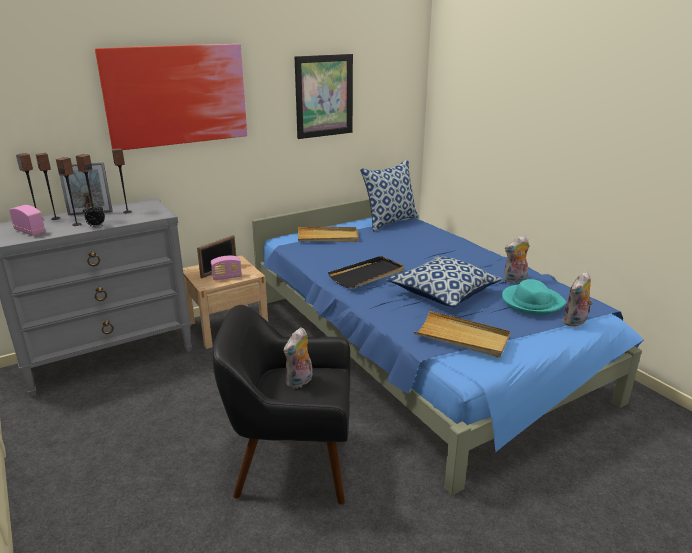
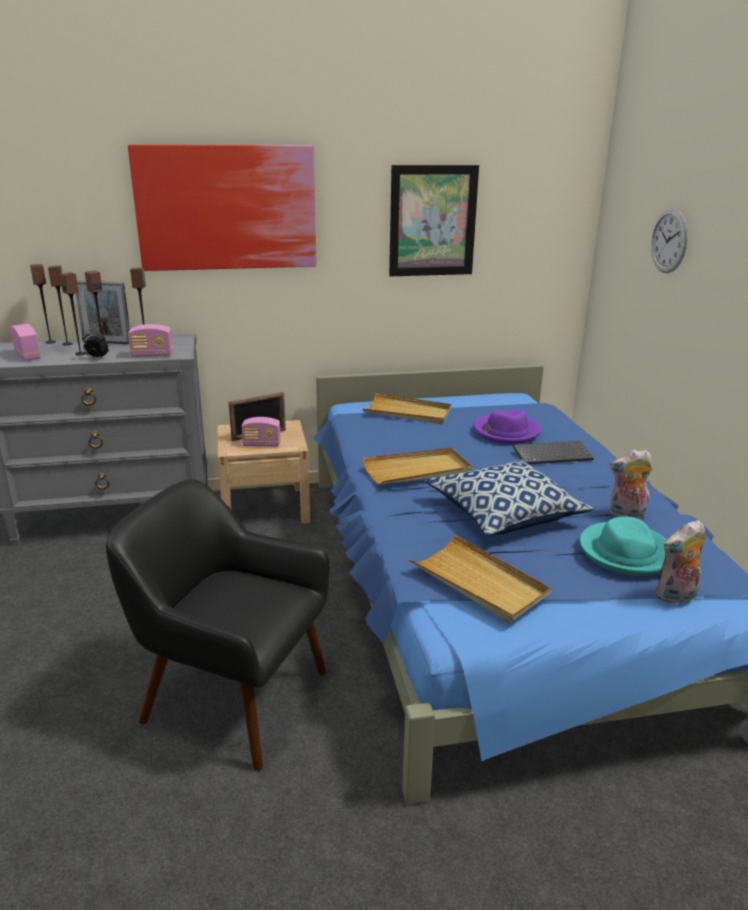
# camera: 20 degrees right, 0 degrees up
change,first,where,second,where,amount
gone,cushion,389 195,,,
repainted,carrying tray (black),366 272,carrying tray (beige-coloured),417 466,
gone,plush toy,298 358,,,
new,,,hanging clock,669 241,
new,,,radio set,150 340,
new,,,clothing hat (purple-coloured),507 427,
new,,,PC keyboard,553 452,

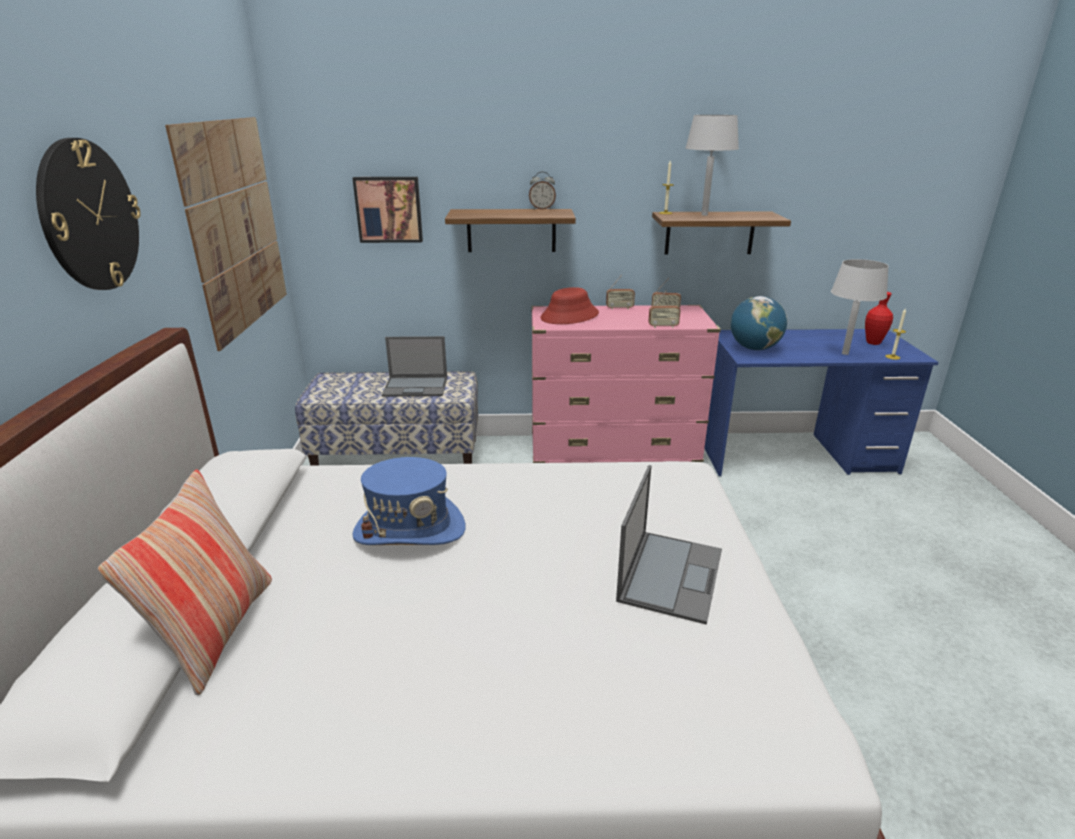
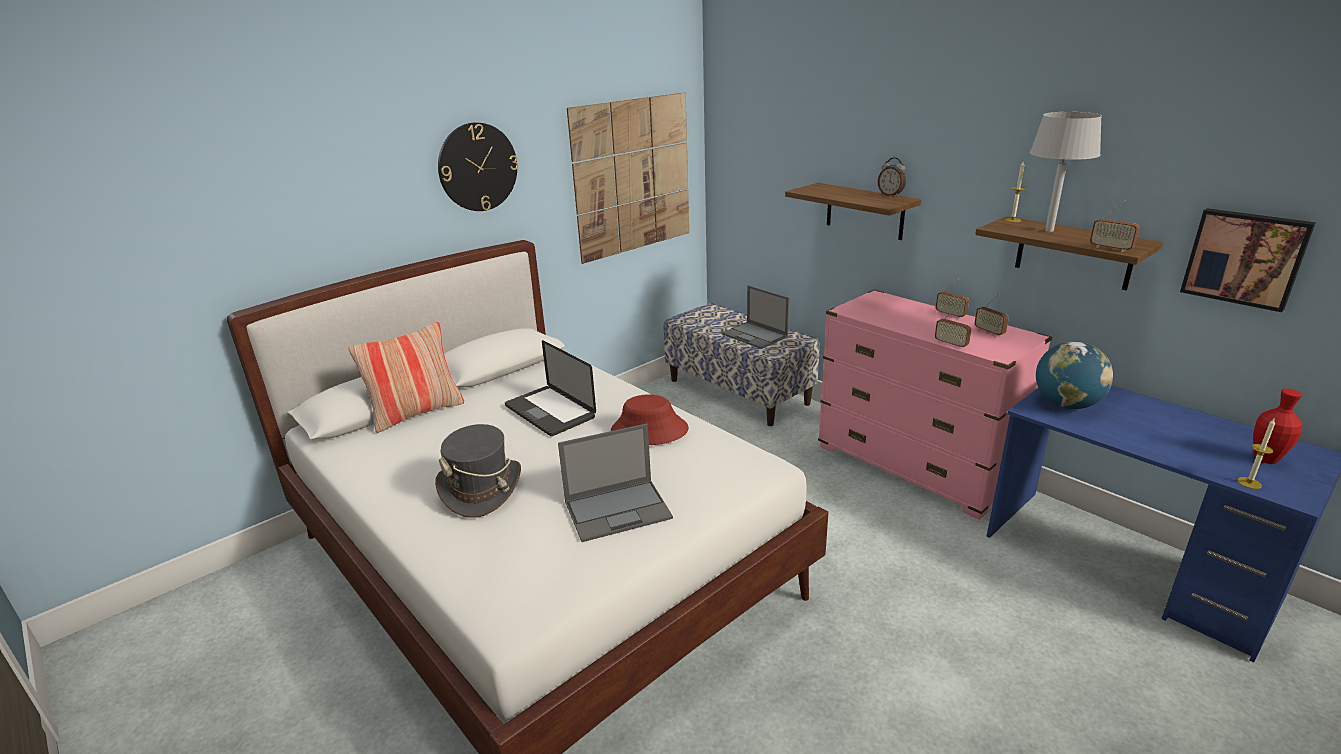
# camera: 50 degrees right, 0 degrees up
change,first,where,second,where,amount
shifted,wall art,388 210,,1248 260,
gone,table lamp (gray),860 307,,,
shifted,clothing hat (reddish),569 305,,650 419,
swapped,clothing hat (bluish),409 501,portable computer,550 388,
new,,,radio set,1114 226,
new,,,clothing hat (gray),478 471,

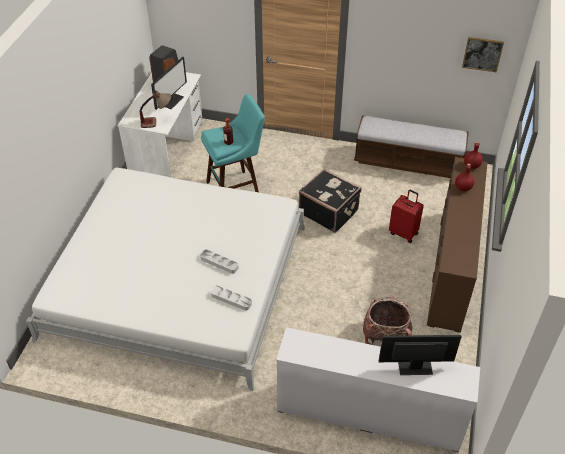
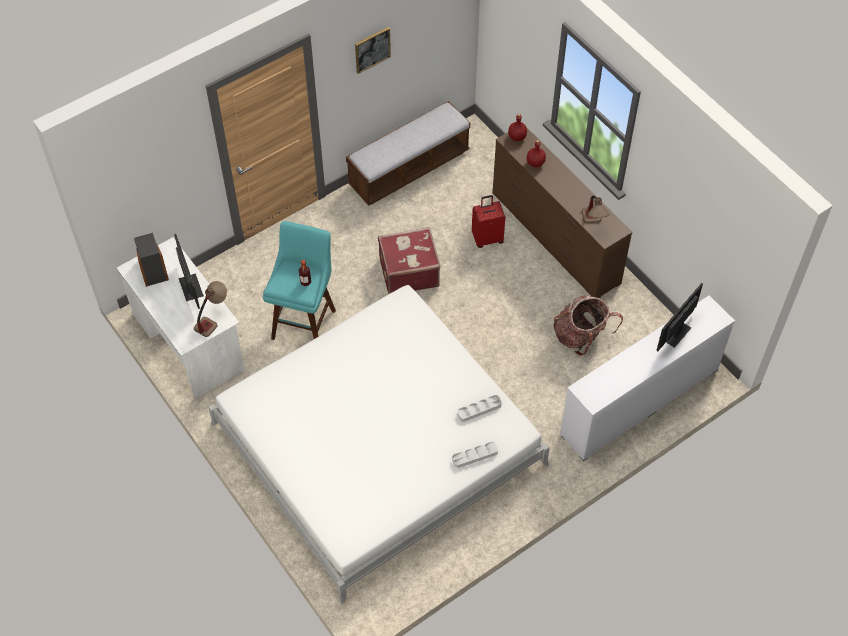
# camera: 50 degrees left, 10 degrees up
change,first,where,second,where,amount
shifted,wall art,483 54,,373 50,
repainted,suitcase (black),330 200,suitcase (reddish),409 260,
shifted,carrying tray (gray),219 261,,475 455,
new,,,table lamp,595 209,

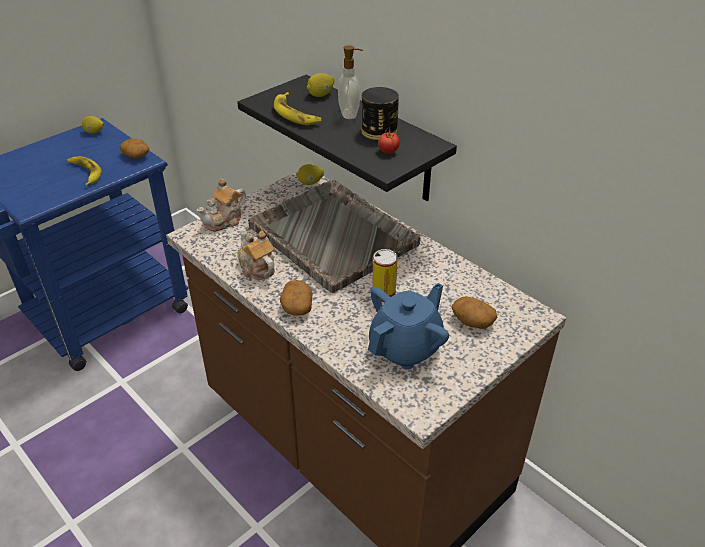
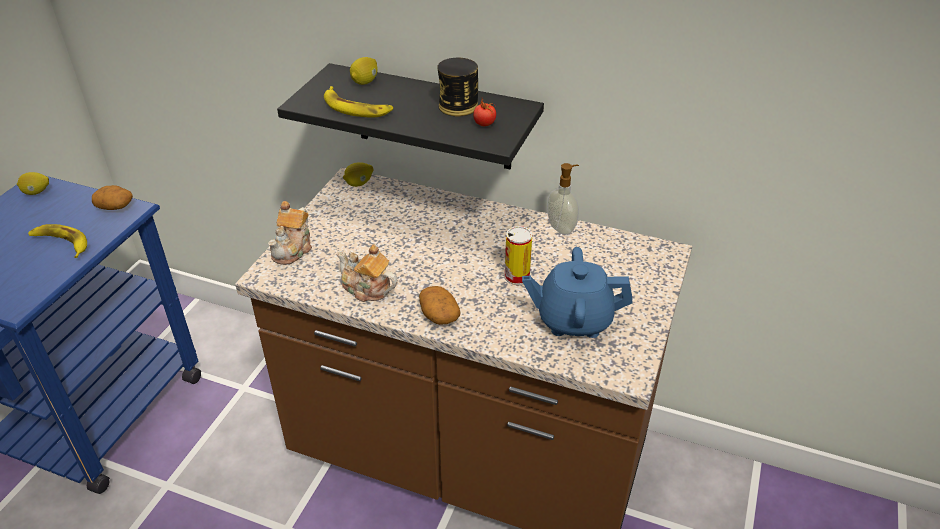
# camera: 25 degrees left, 0 degrees up
change,first,where,second,where,amount
shifted,soap dispenser,350 82,,563 199,
gone,carrying tray (gray),334 236,,,
rotated,teapot (bluish),408 326,,577 292,105 degrees counterclockwise
gone,potato,475 312,,,

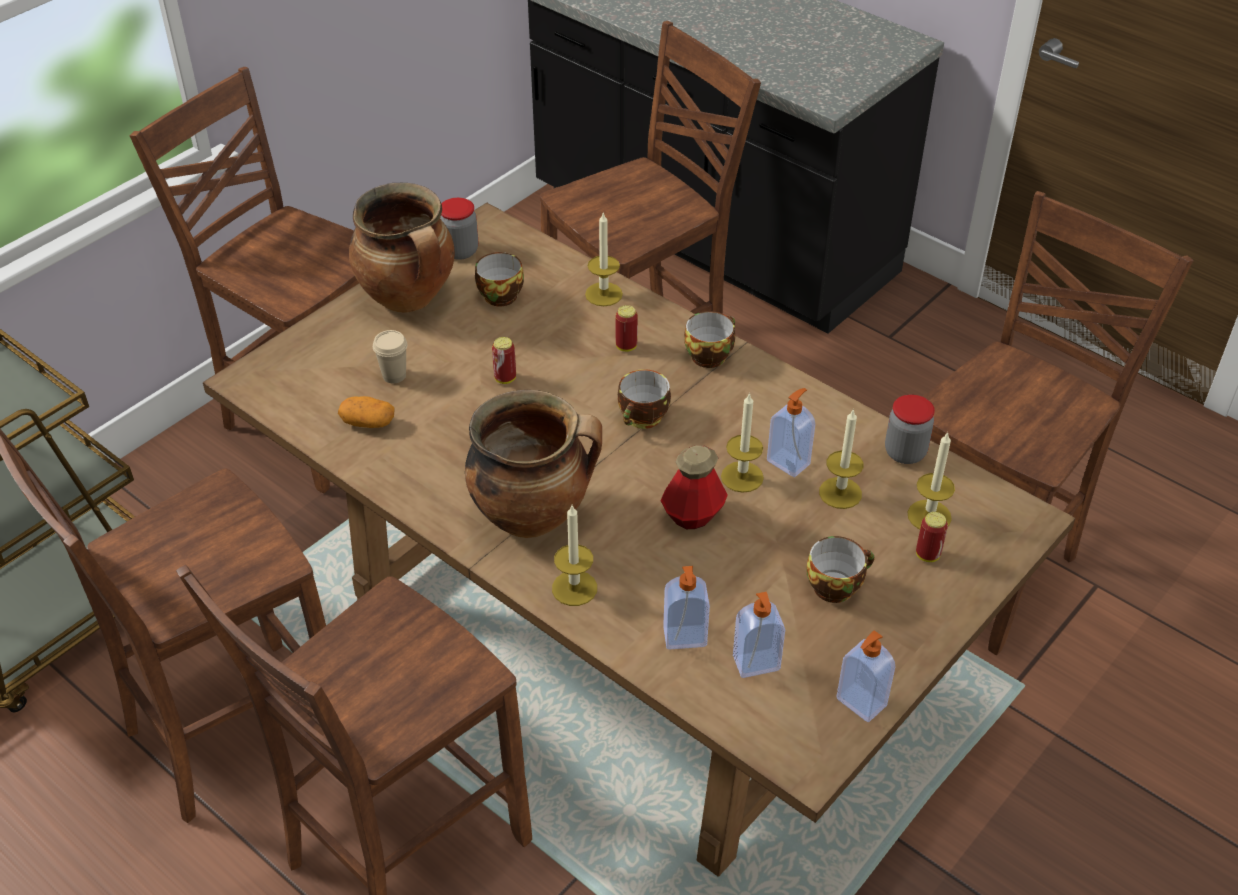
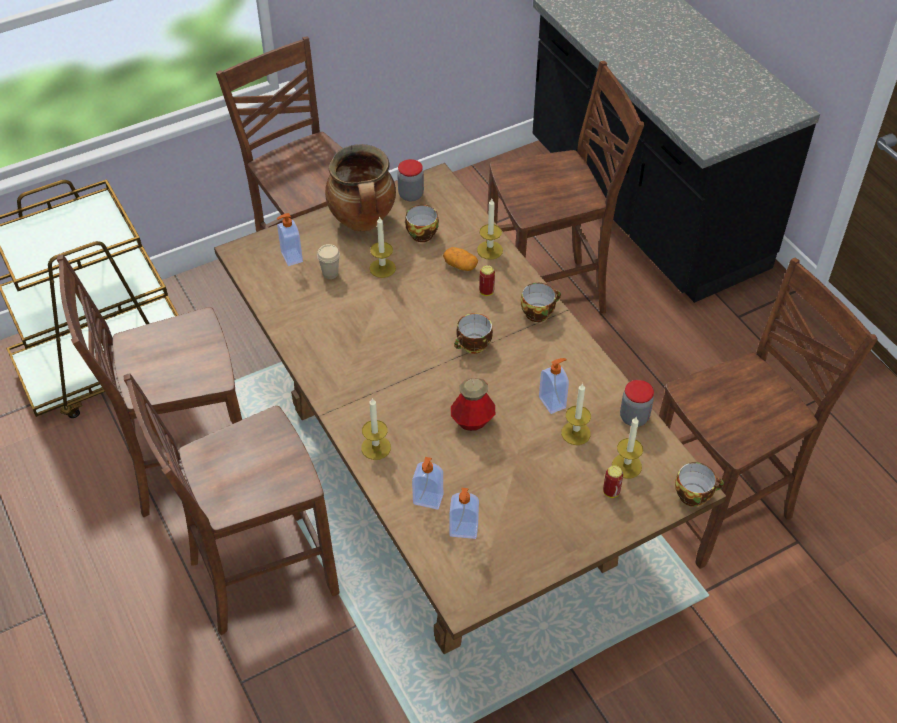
# camera: 20 degrees right, 5 degrees up
change,first,where,second,where,amount
gone,metal can,504 360,,,
gone,saucepot,533 464,,,
shifted,wax light,742 443,,383 247,
shifted,potato,366 412,,460 259,
shifted,drinking cup,840 569,,699 484,
shifted,soap dispenser,865 676,,290 239,

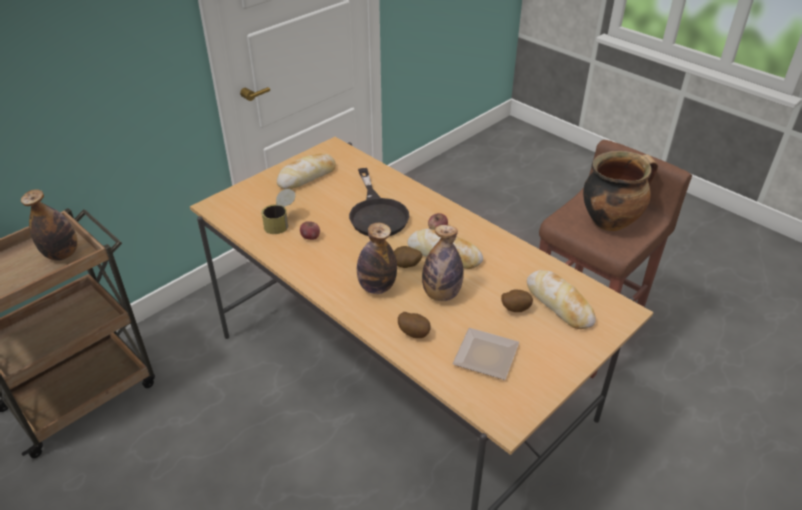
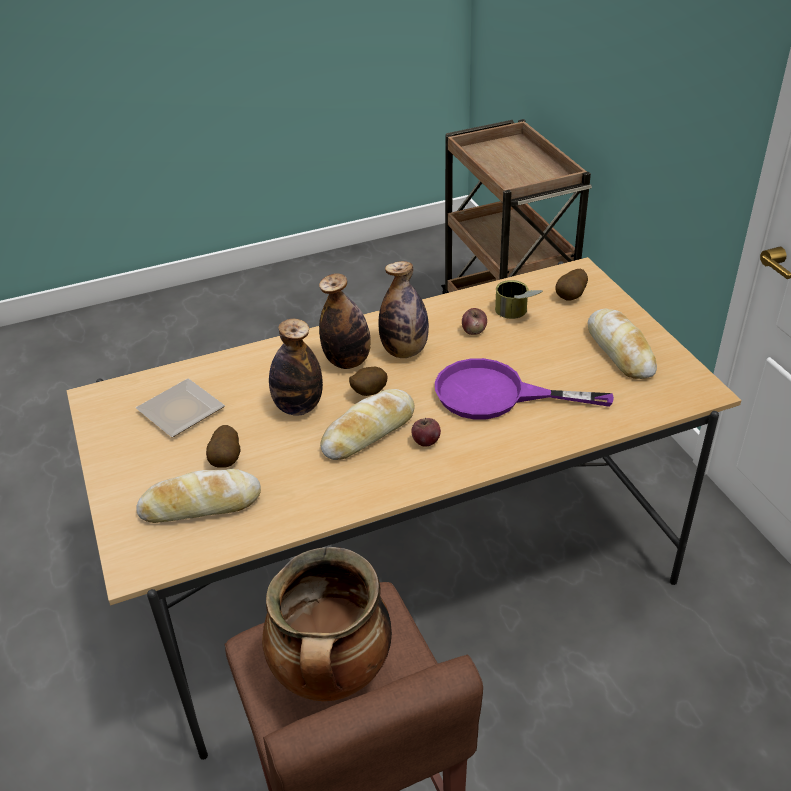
# camera: 115 degrees right, 0 degrees up
change,first,where,second,where,amount
repainted,skillet (black),379 202,skillet (purple-coloured),524 388,
shifted,drink bottle,49 225,,404 309,
shifted,potato,414 325,,571 284,

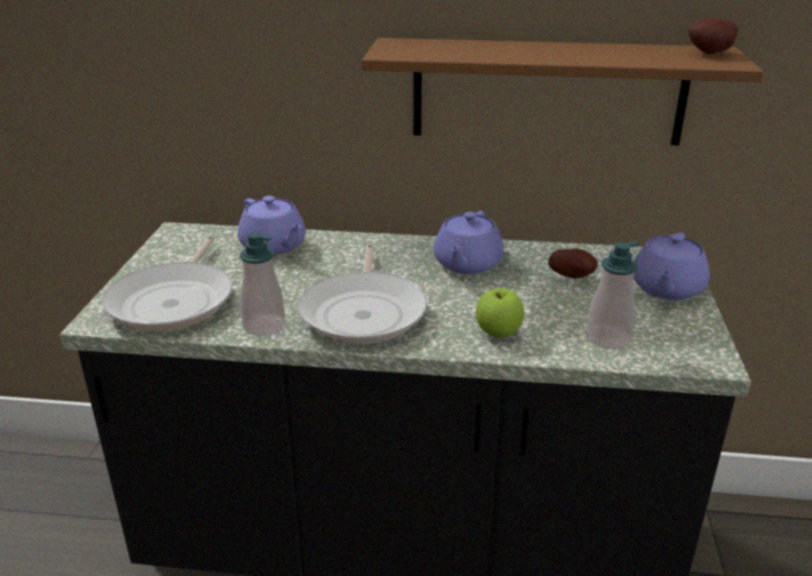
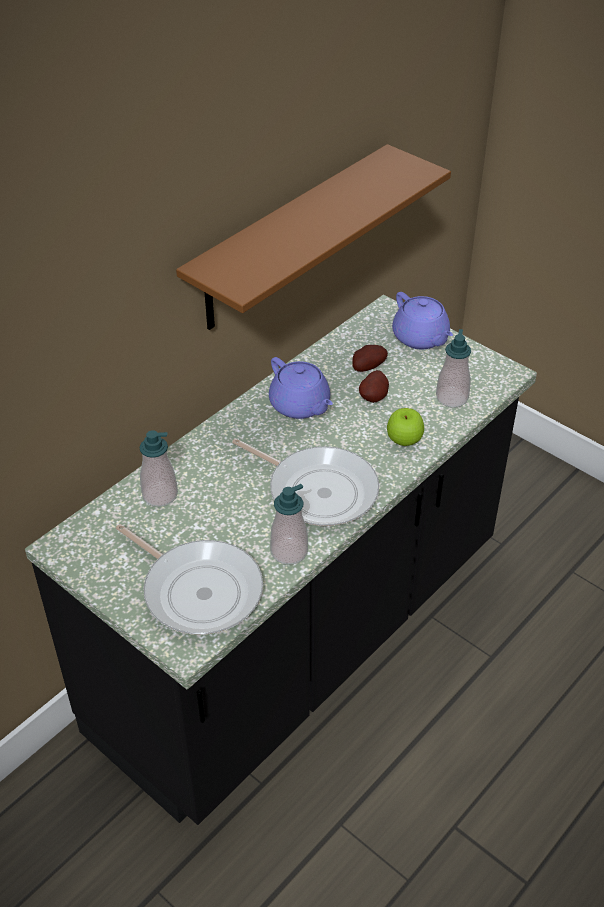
# camera: 55 degrees left, 15 degrees up
change,first,where,second,where,amount
shifted,potato,713 36,,374 386,
swapped,teapot (purple-coloured),272 225,soap dispenser,158 468,

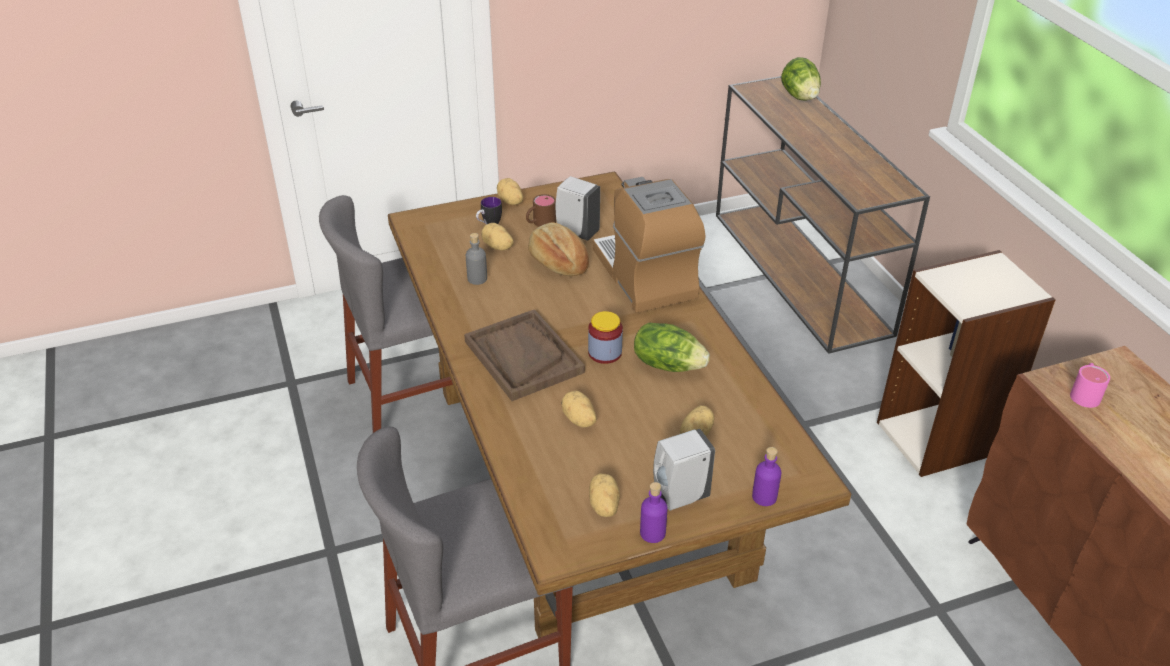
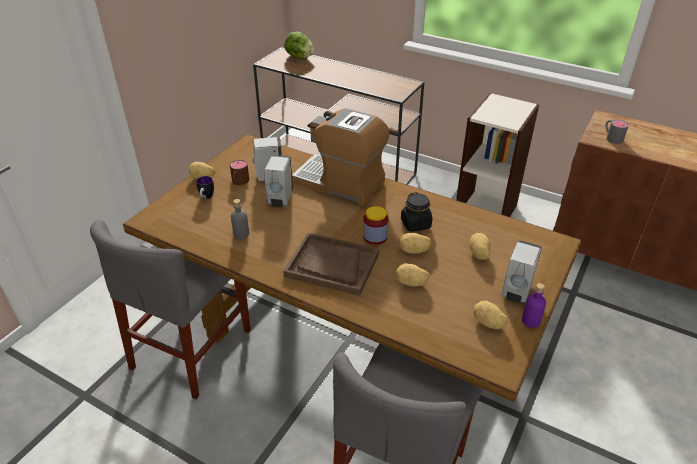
# camera: 40 degrees left, 0 degrees up
change,first,where,second,where,amount
swapped,bread,558 249,soap dispenser (white),278 181,
shifted,potato,497 236,,416 243,
swapped,lettuce head,672 347,storage jar (black),416 212,
repainted,tea mug (pink),1090 385,tea mug (gray),617 132,
gone,drink bottle (purple-coloured),766 476,,,

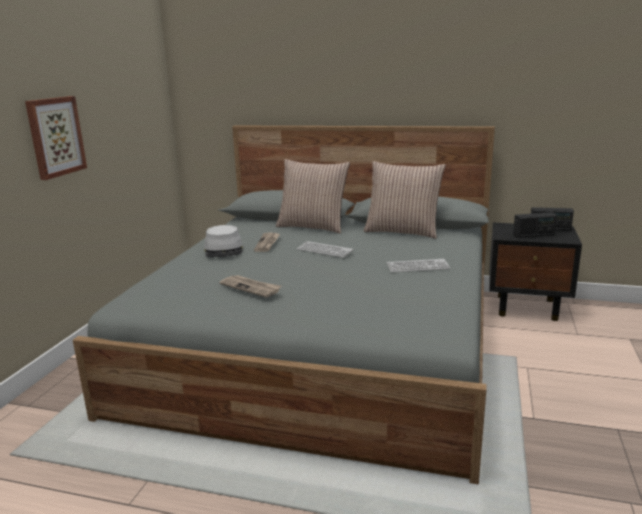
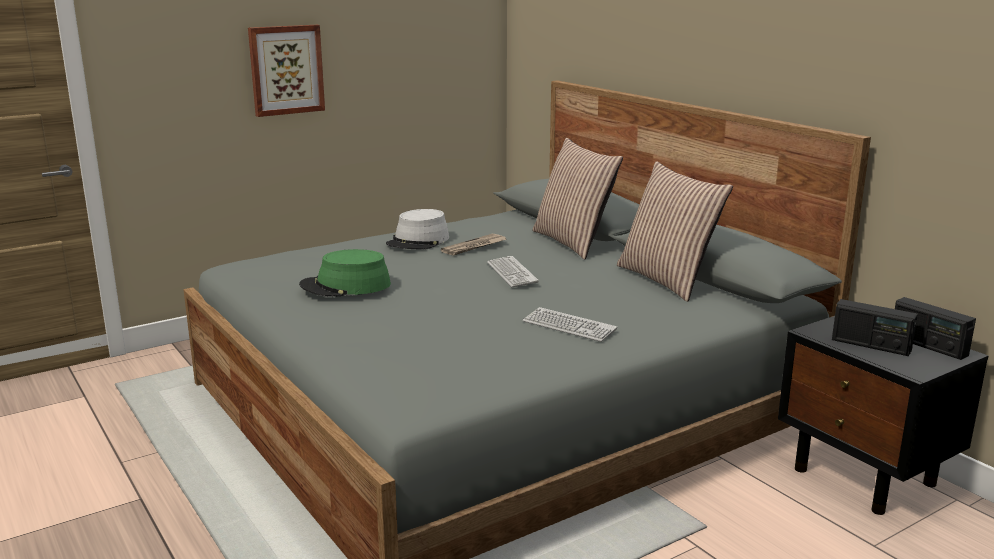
# camera: 40 degrees right, 0 degrees up
change,first,where,second,where,amount
swapped,daily paper,250 286,clothing hat (green-coloured),345 273,

